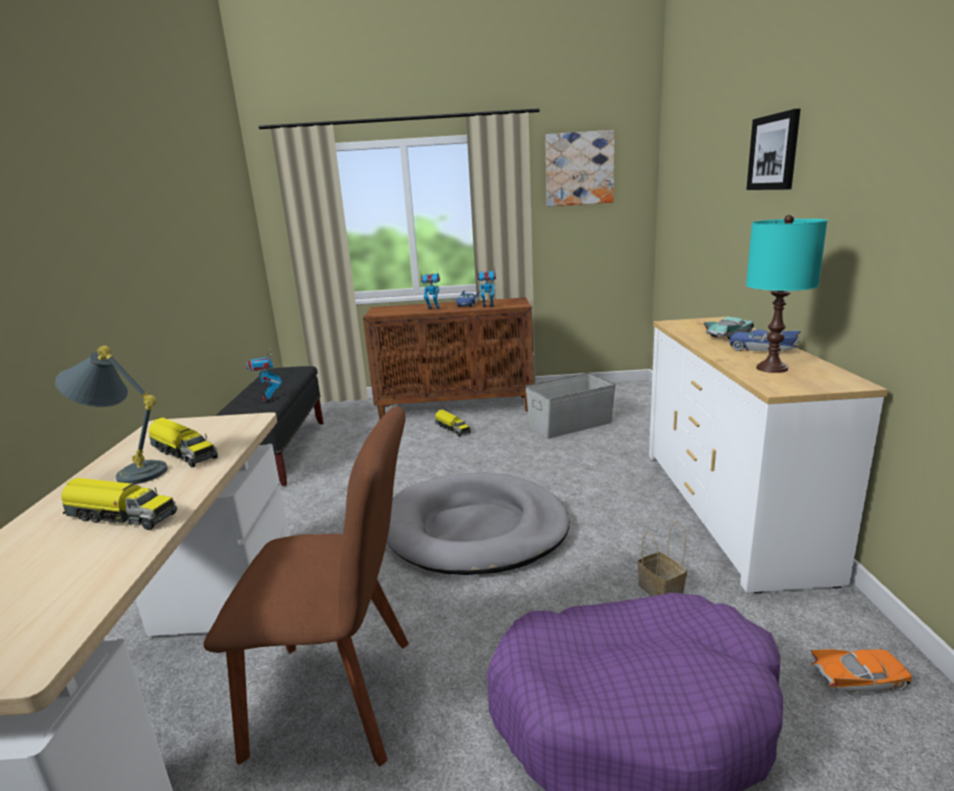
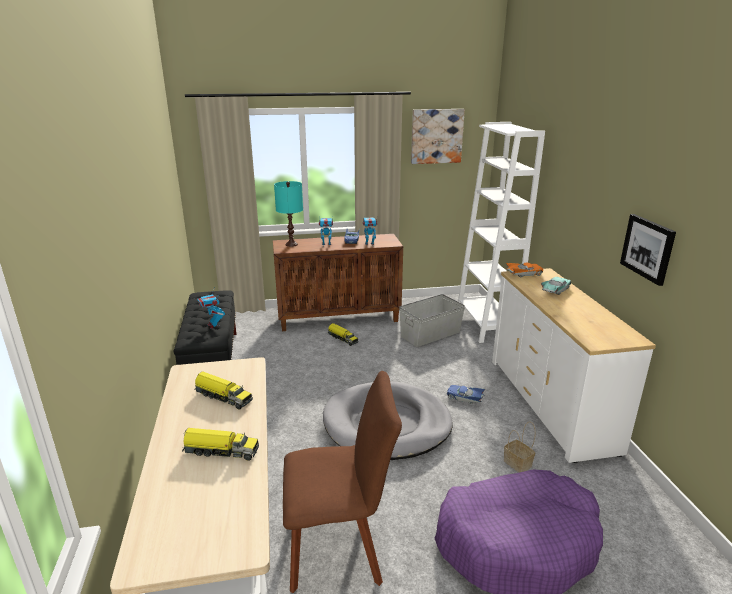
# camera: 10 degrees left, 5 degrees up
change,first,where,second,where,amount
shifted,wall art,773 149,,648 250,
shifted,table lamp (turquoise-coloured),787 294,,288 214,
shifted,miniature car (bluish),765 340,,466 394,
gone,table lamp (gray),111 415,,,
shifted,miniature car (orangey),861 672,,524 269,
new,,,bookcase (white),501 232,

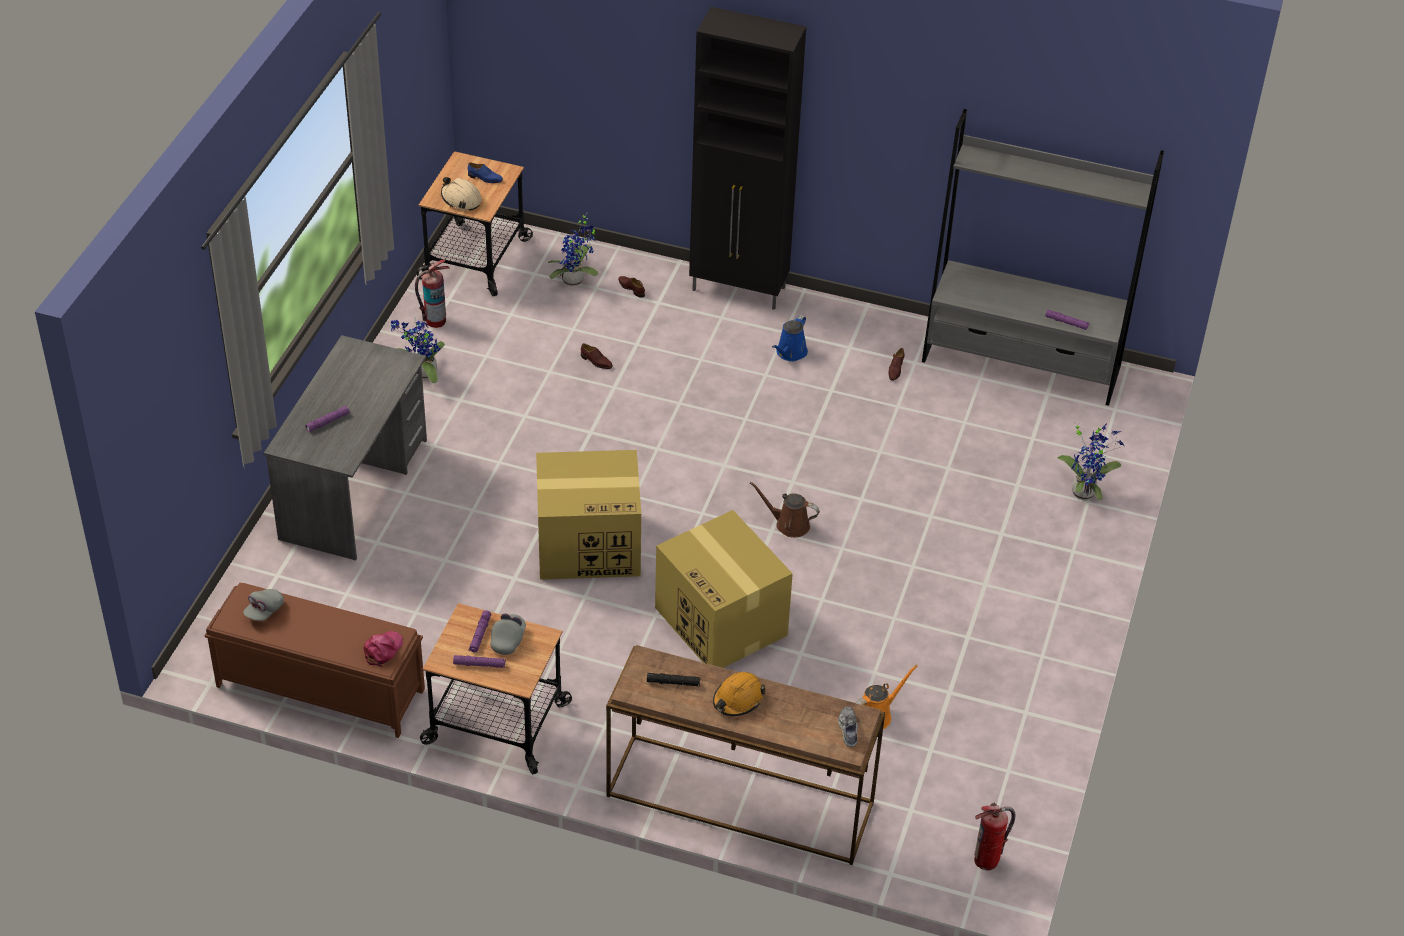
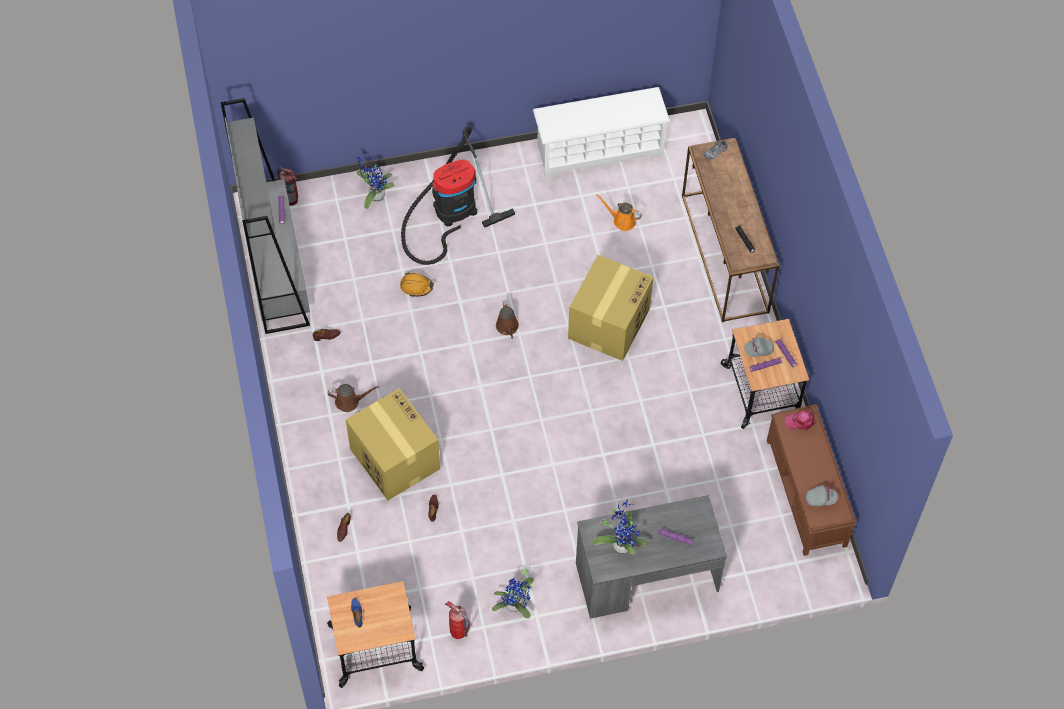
# camera: 120 degrees left, 15 degrees up
change,first,where,second,where,amount
gone,cabinet (black),747 158,,,
gone,safety helmet (beige-coloured),461 194,,,
shifted,houseplant,573 249,,620 527,
repainted,sprinkling can (bluish),790 338,sprinkling can (brown),353 398,
shifted,carton,588 515,,393 444,
shifted,safety helmet (orangey),739 694,,417 284,
shifted,extinguisher,995 836,,287 186,
new,,,shoe stand (white),601 132,
new,,,hoover,458 195,

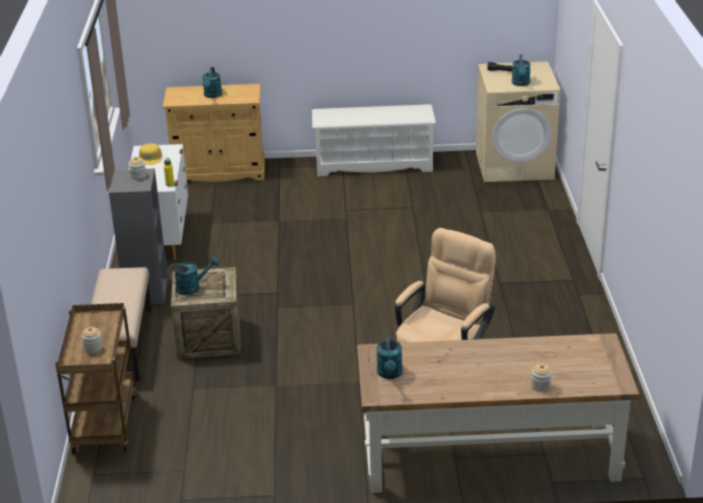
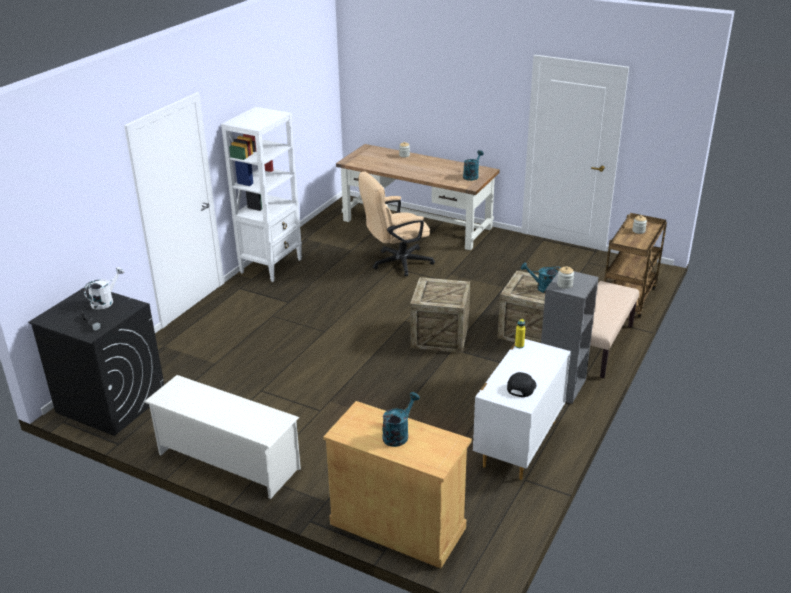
# camera: 150 degrees left, 0 degrees up
change,first,where,second,where,amount
repainted,sprinkling can (turquoise-coloured),521 70,sprinkling can (white),104 288,
repainted,laundry appliance (beige-coloured),518 121,laundry appliance (black),96 361,
repainted,cap (yellowish),150 154,cap (black),522 384,
new,,,bookcase (white),261 194,
new,,,crate,440 315,

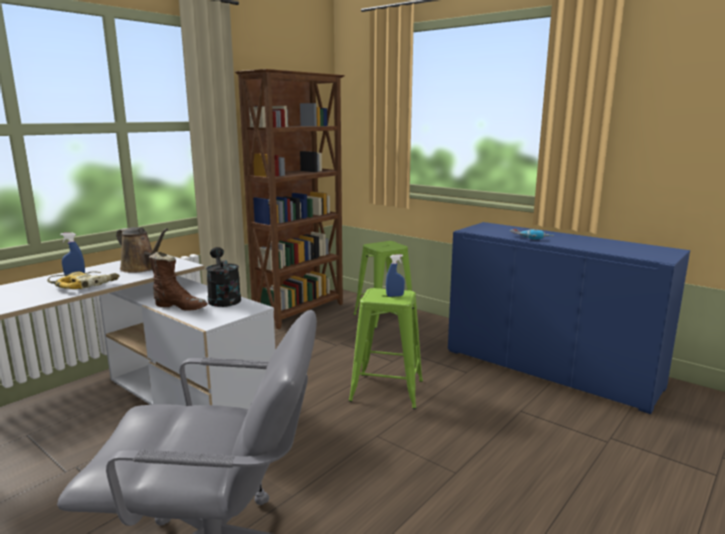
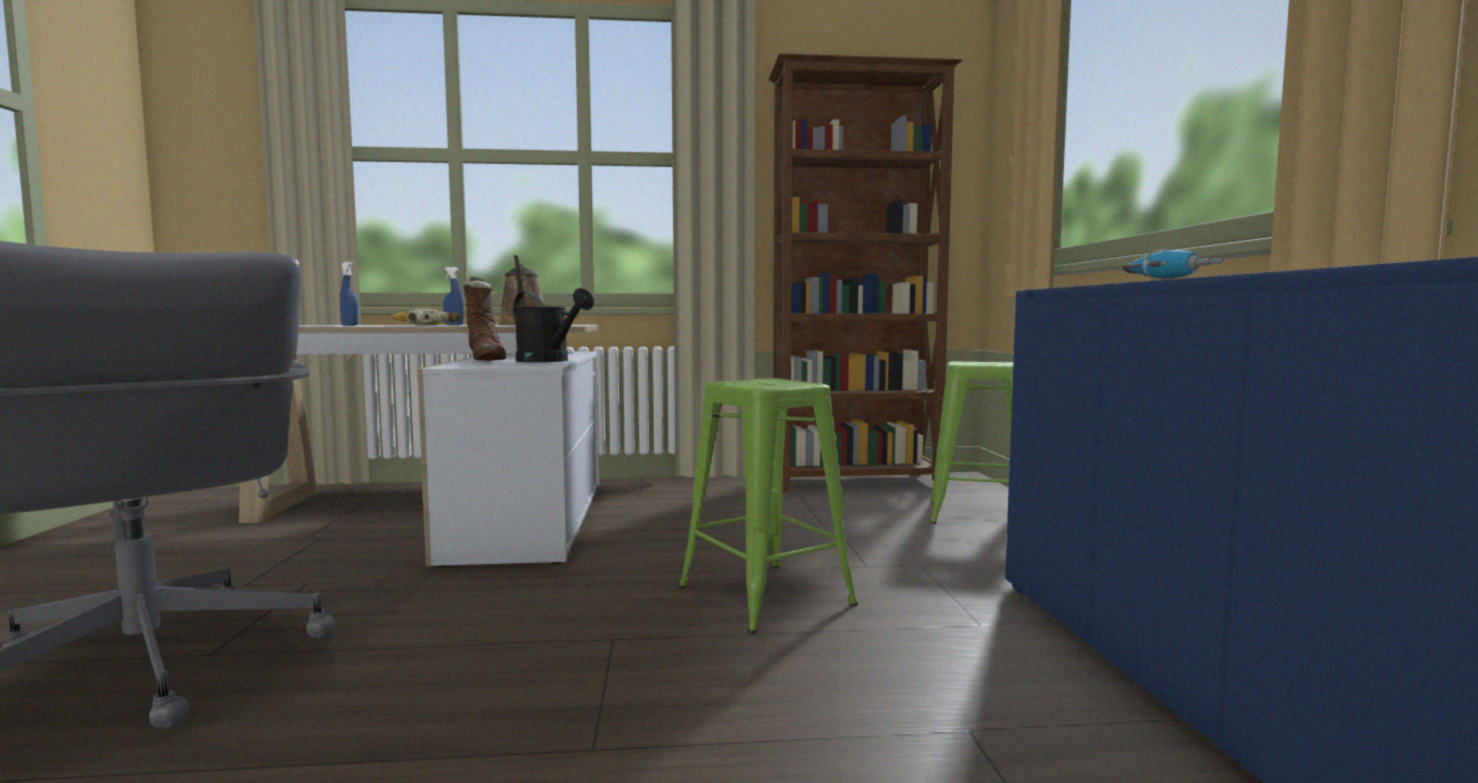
# camera: 45 degrees right, 10 degrees down
change,first,where,second,where,amount
rotated,sprinkling can (black),223 277,,553 325,105 degrees clockwise
shifted,hand sprayer (bluish),395 275,,349 294,

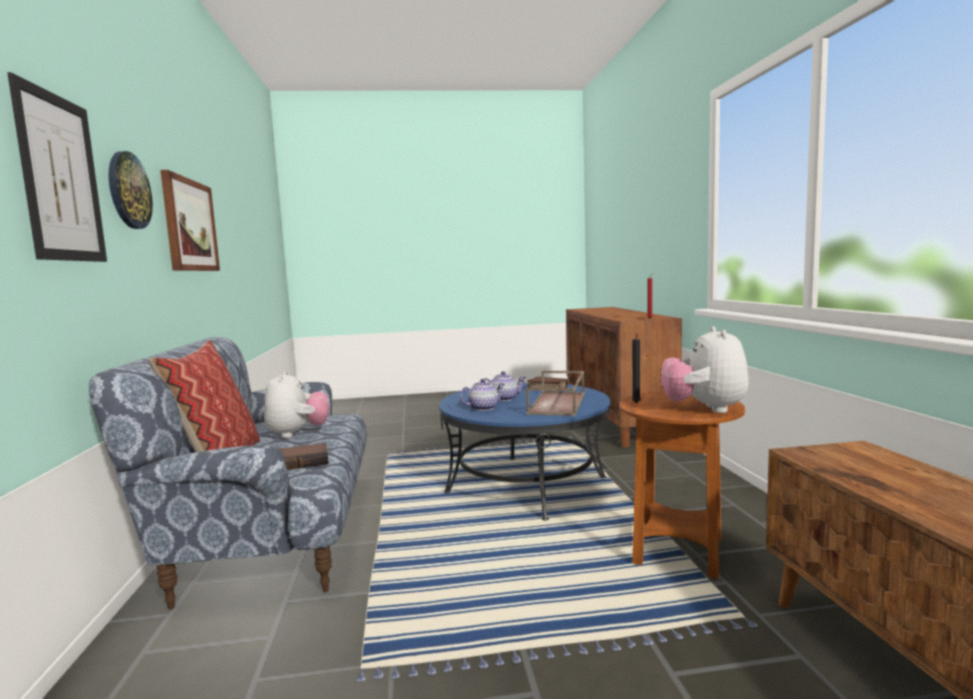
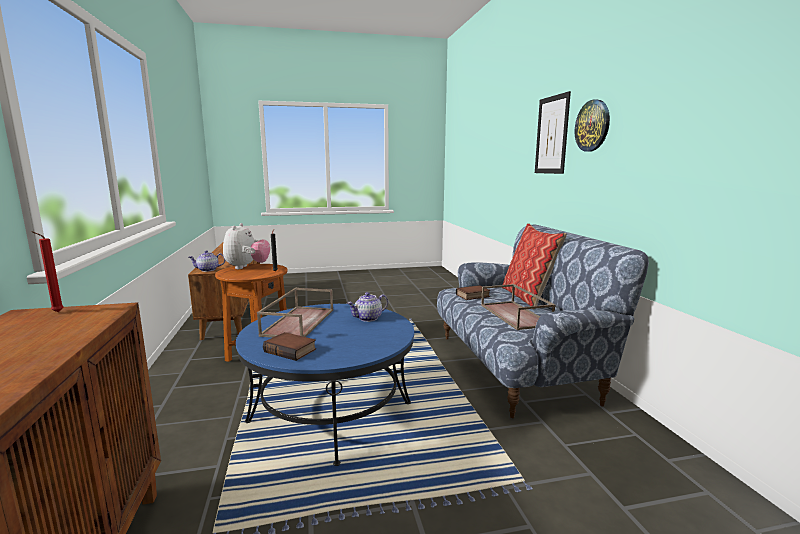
# camera: 175 degrees right, 5 degrees up
change,first,where,second,where,amount
gone,wall art,190 220,,,
swapped,plush toy,296 404,carrying tray (brown),518 307,
shifted,teapot,505 386,,207 261,

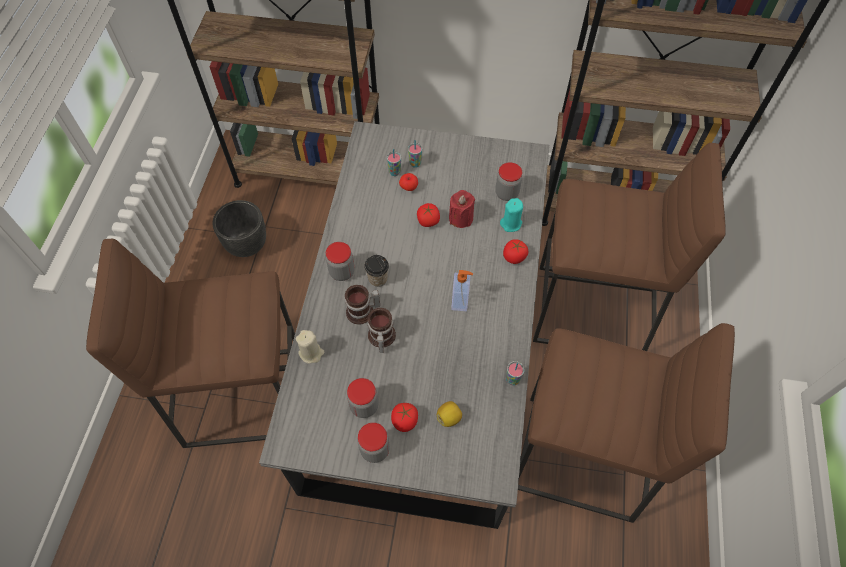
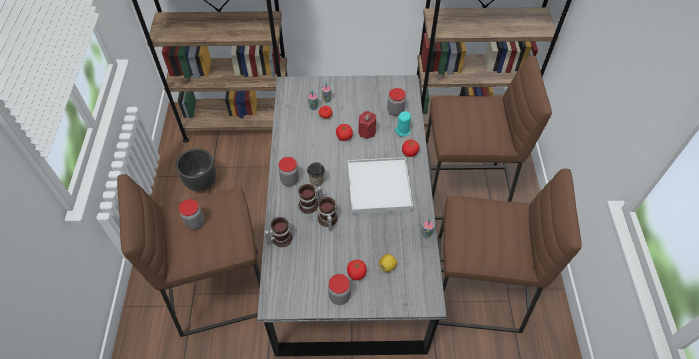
# camera: 10 degrees left, 5 degrees down
change,first,where,second,where,amount
swapped,soap dispenser,462 290,carrying tray (white),380 186,
swapped,wax light (beige-coloured),309 347,tea mug,278 232,
shifted,storage jar,362 398,,191 214,

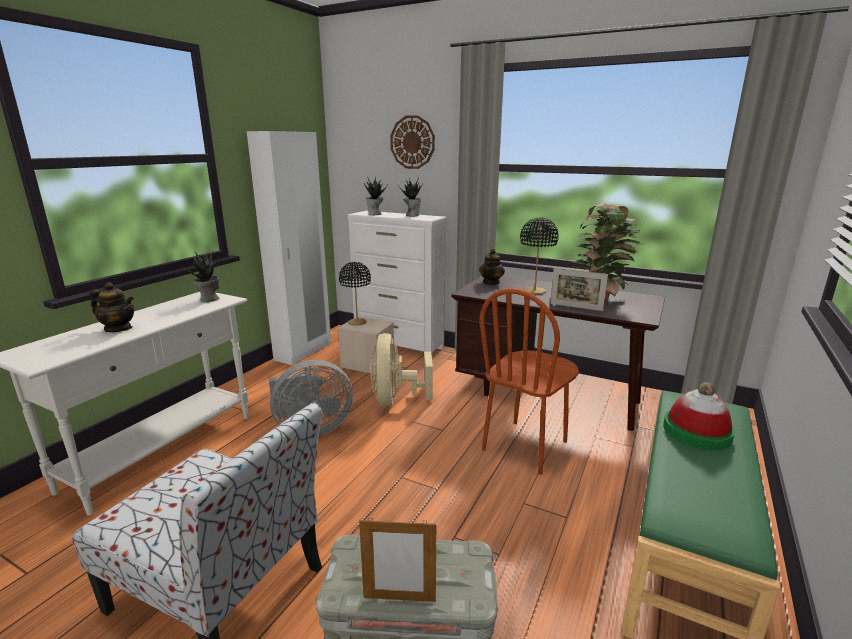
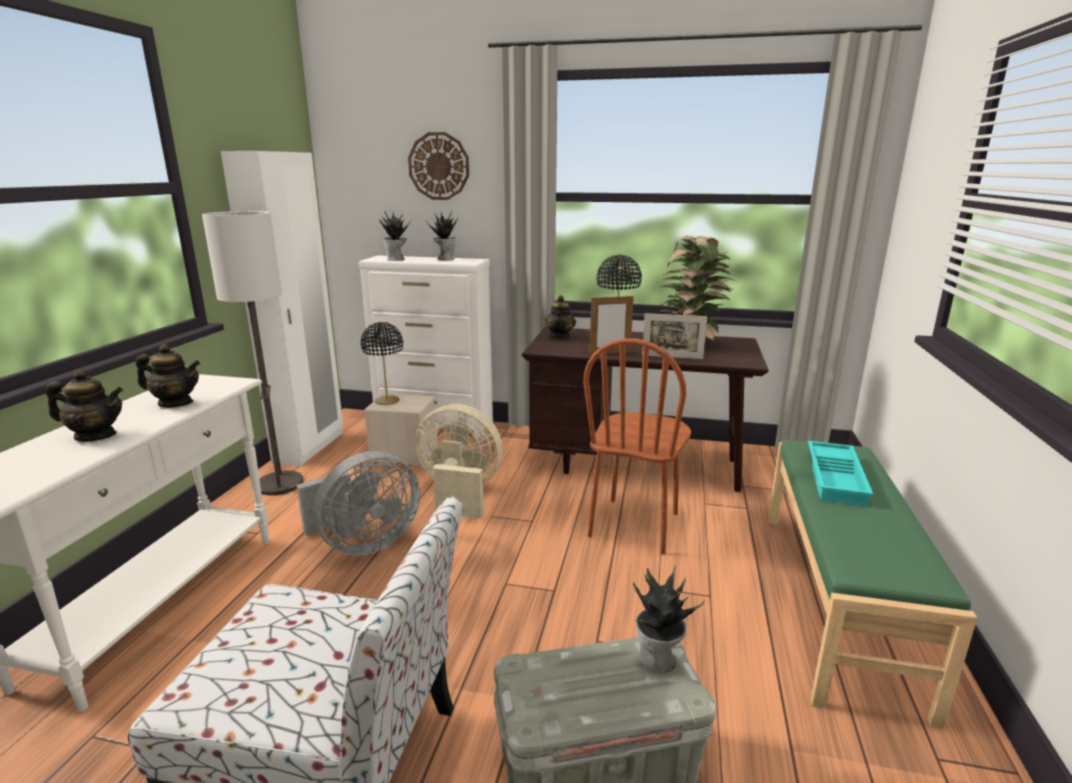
# camera: 15 degrees left, 0 degrees up
change,first,where,second,where,amount
shifted,houseplant,200 276,,669 619,
rotated,cooling fan (beige-coloured),401 369,,459 461,120 degrees clockwise
swapped,clothing hat,699 416,carrying tray (turquoise-coloured),840 473,
shifted,picture frame,397 560,,612 324,
new,,,standing lamp,252 353,
new,,,teapot,167 376,

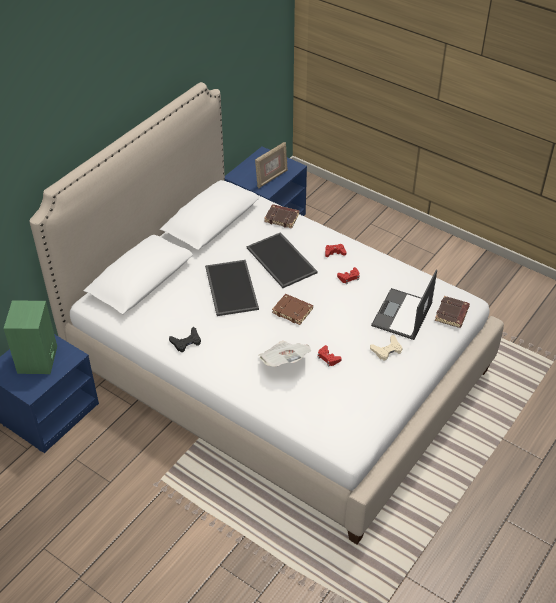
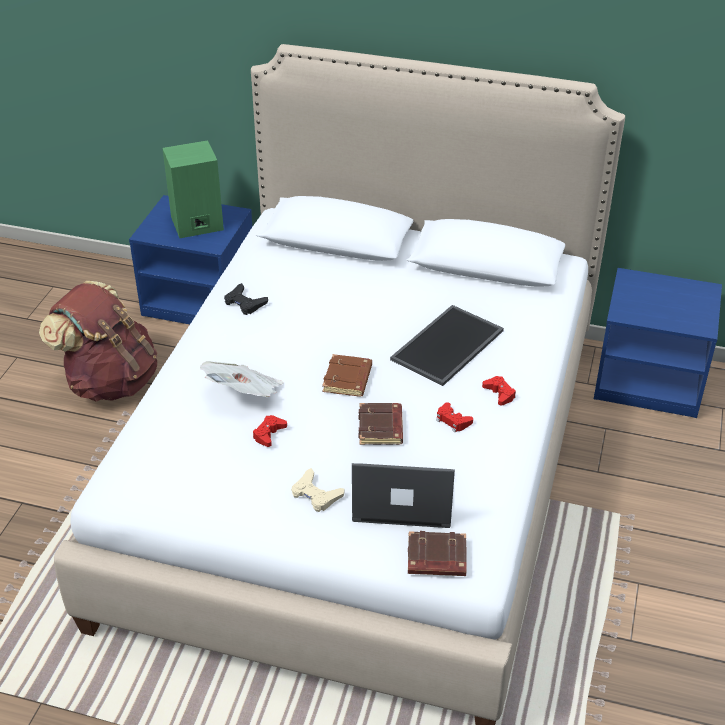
# camera: 70 degrees right, 5 degrees down
change,first,where,second,where,amount
gone,picture frame,271 165,,,
shifted,book (brown),282 216,,380 424,
gone,carrying tray,232 288,,,
new,,,knapsack (brown),98 341,

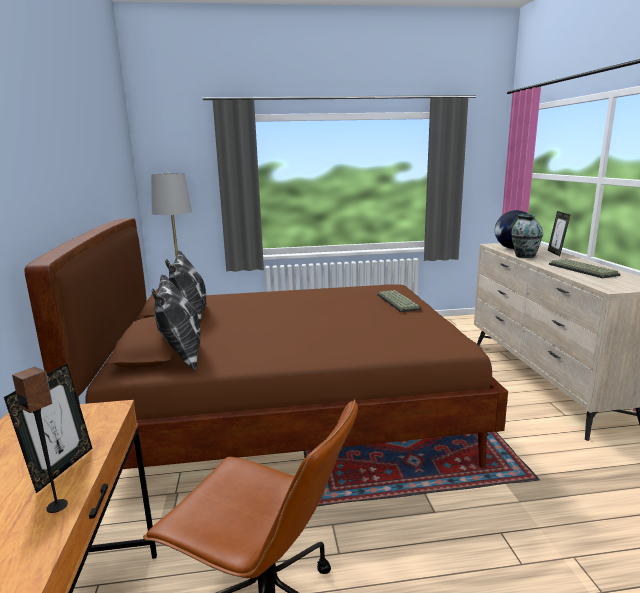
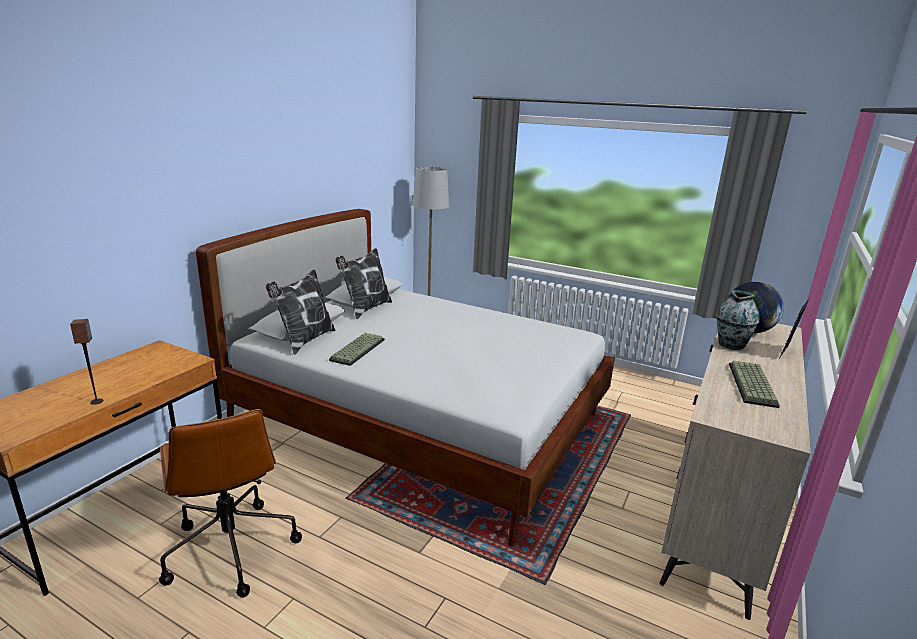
# camera: 35 degrees right, 5 degrees up
change,first,where,second,where,amount
repainted,bedroom bed (brown),266 343,bedroom bed (white),405 378,
shifted,PC keyboard,399 301,,357 349,
gone,picture frame,48 428,,,

